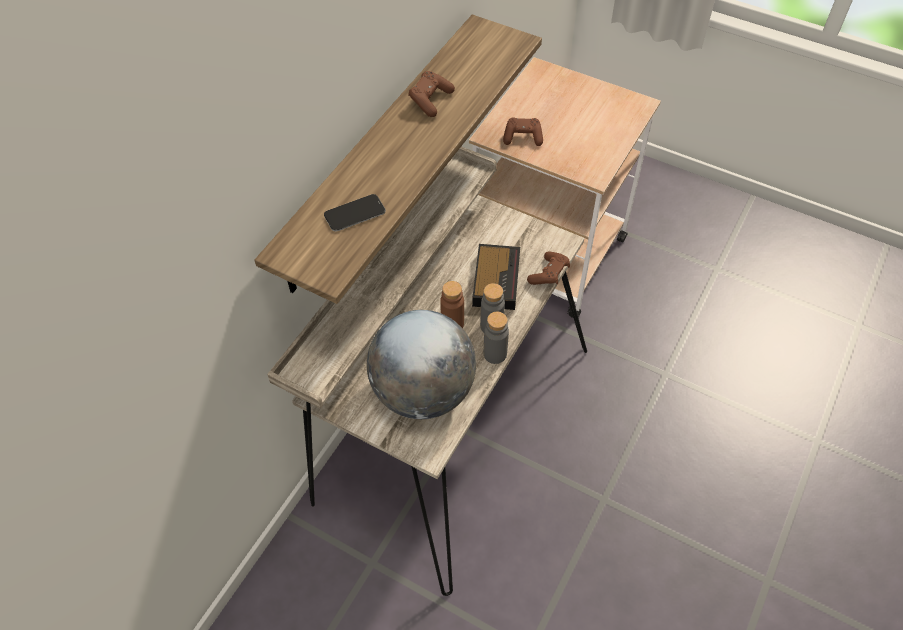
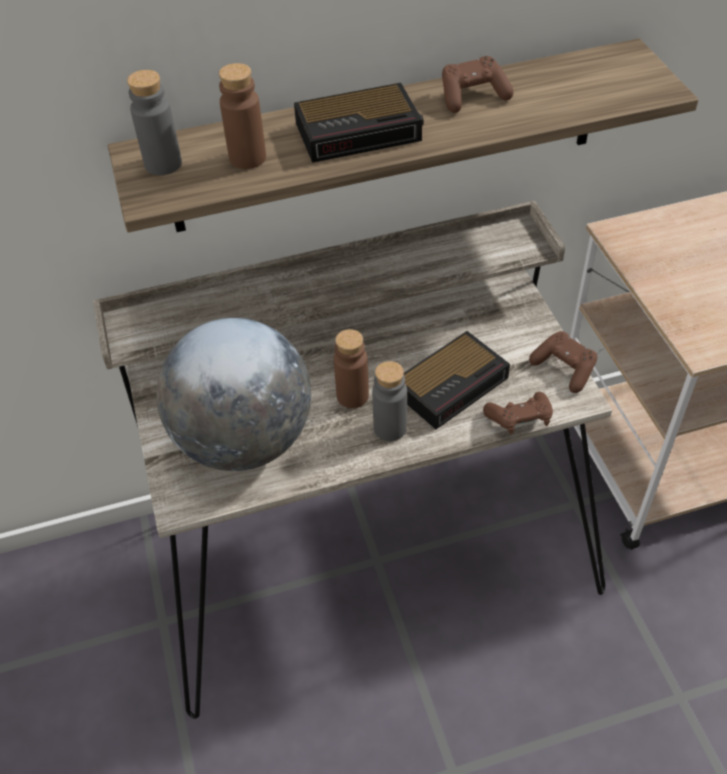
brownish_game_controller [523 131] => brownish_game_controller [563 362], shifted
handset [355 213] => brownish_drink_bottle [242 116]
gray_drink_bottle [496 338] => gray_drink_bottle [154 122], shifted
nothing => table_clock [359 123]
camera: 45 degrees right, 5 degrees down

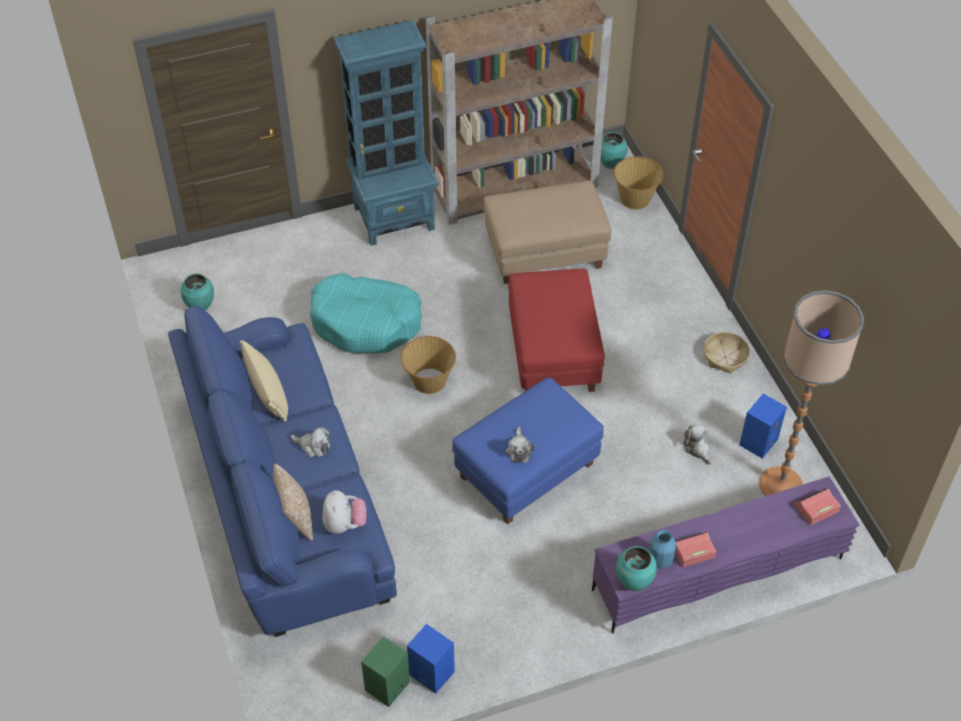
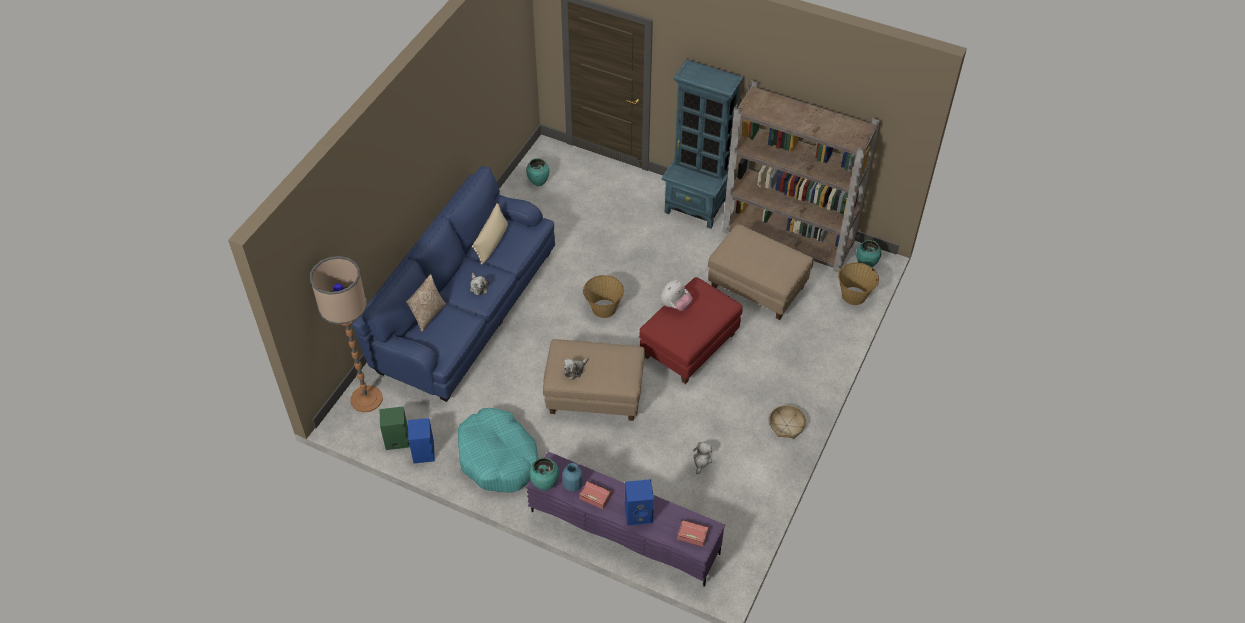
blue-green_pet_bed [366 313] => blue-green_pet_bed [498 450], shifted
standing_lamp [811 393] => standing_lamp [346 334], shifted
blue-coloured_ottoman [528 450] => sand-coloured_ottoman [594 380]
blue-coloured_loudspeaker [763 426] => blue-coloured_loudspeaker [639 502], shifted
cuddly_toy [344 512] => cuddly_toy [676 295], shifted
camera: 45 degrees right, 0 degrees up

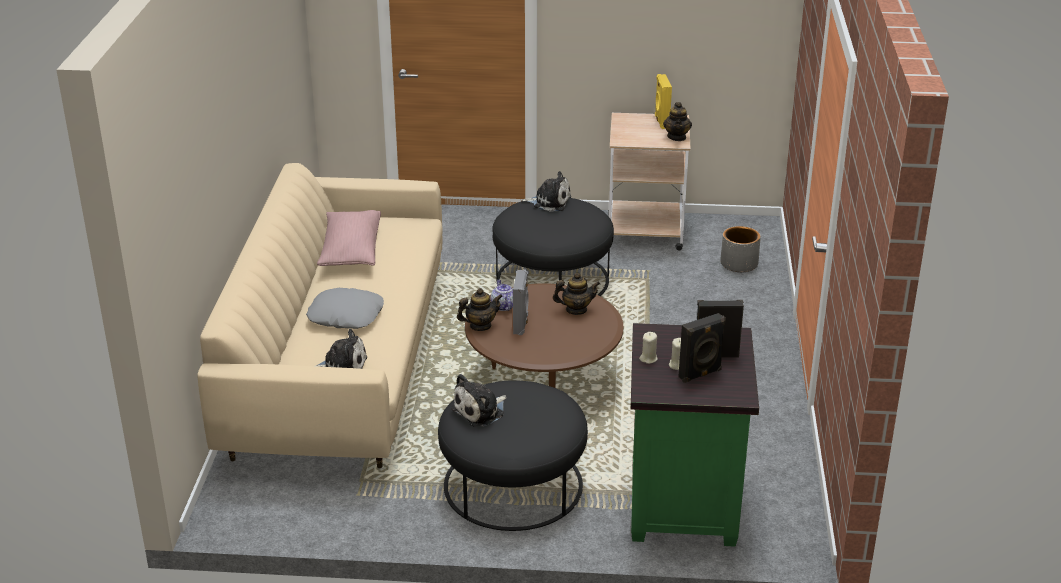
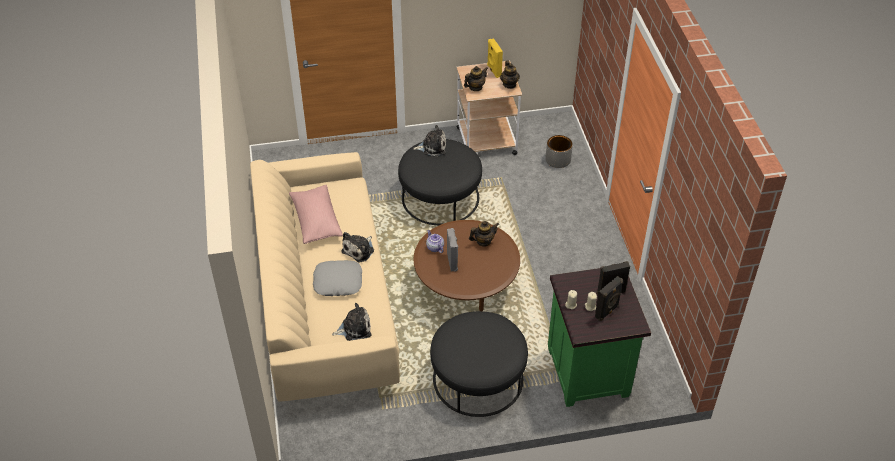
teapot [480 309] => teapot [476 78], shifted
cuddly_toy [479 400] => cuddly_toy [357 247], shifted
camera: 15 degrees left, 15 degrees up

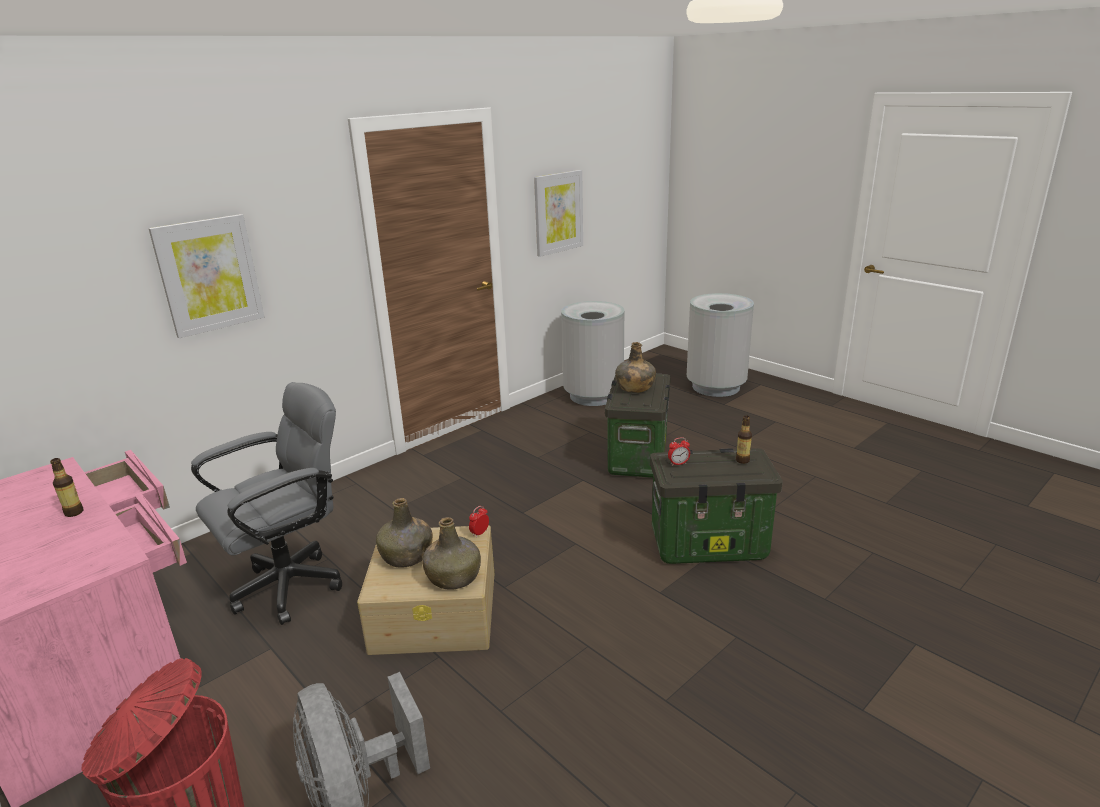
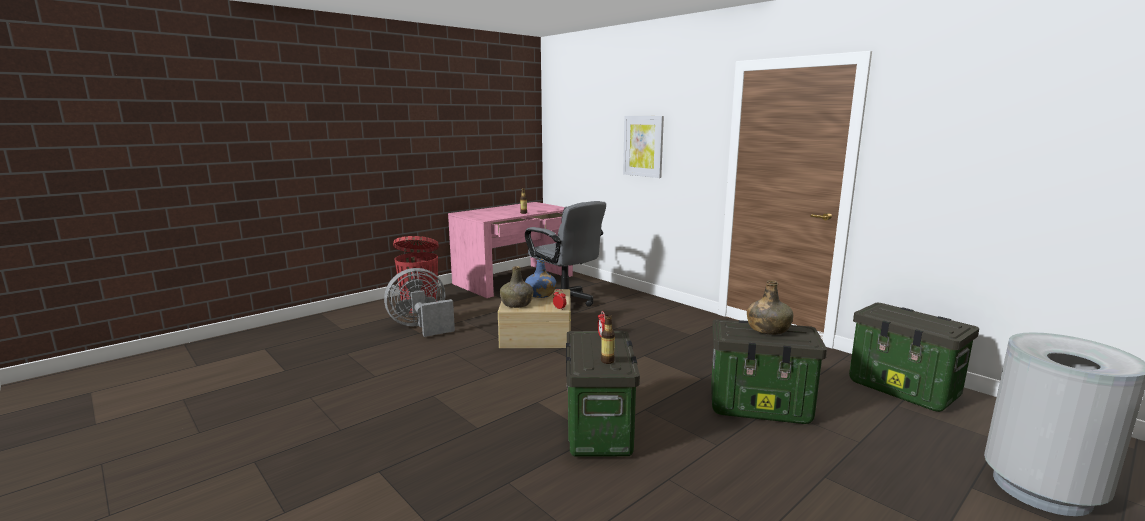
wall_art [558 213] => nothing
gray_rubbish_bin [592 353] => storage_container [914 357]
green-coloured_drink_bottle [404 533] => blue-coloured_drink_bottle [540 278]
camera: 90 degrees right, 10 degrees down

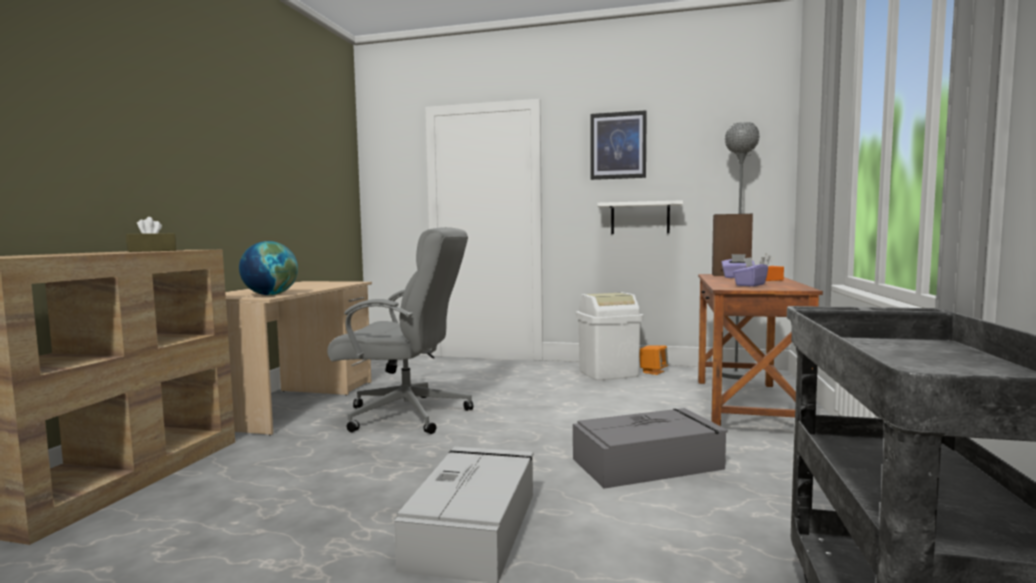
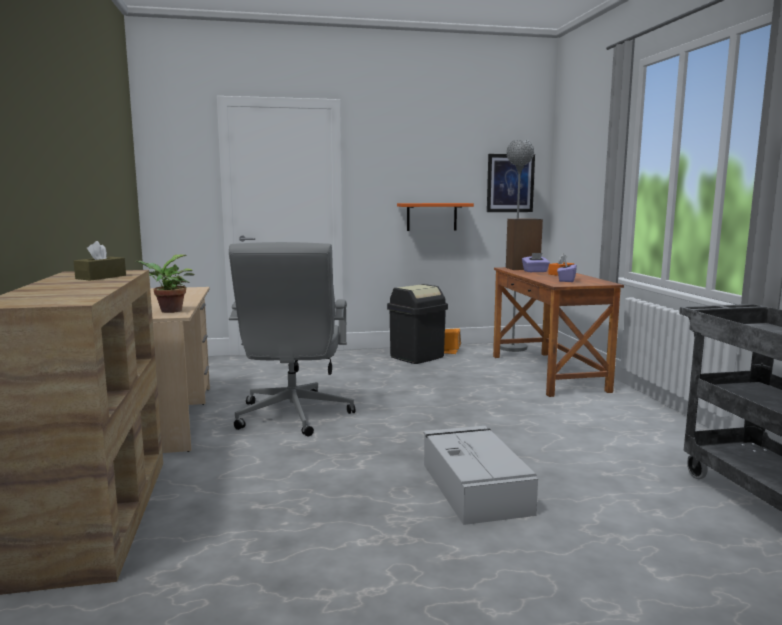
wall_art [618 145] => wall_art [511 183], shifted
white-coloured_shelf [640 217] => orangey_shelf [435 217]
gray_desk_chair [400 330] => gray_desk_chair [292 339], 105 degrees clockwise
globe [268 268] => houseplant [164 284]
white-coloured_rubbish_bin [609 336] => black-coloured_rubbish_bin [417 324]
gray_storage_container [650 448] => nothing
camera: 25 degrees left, 5 degrees up

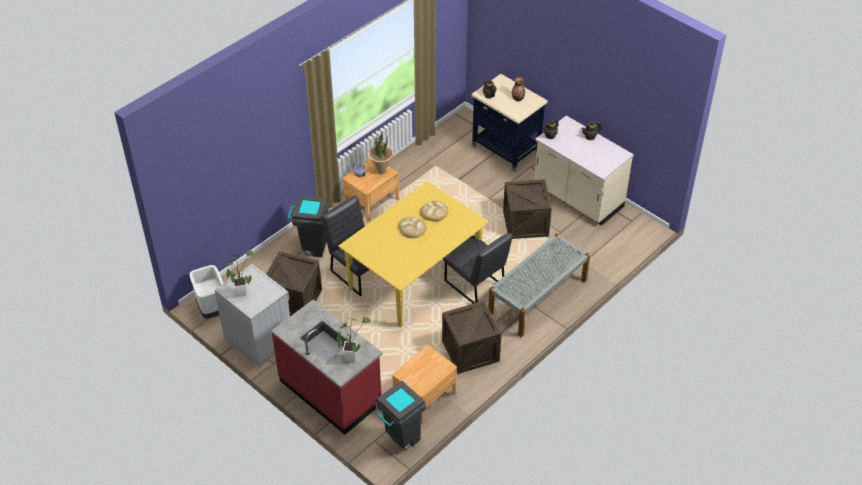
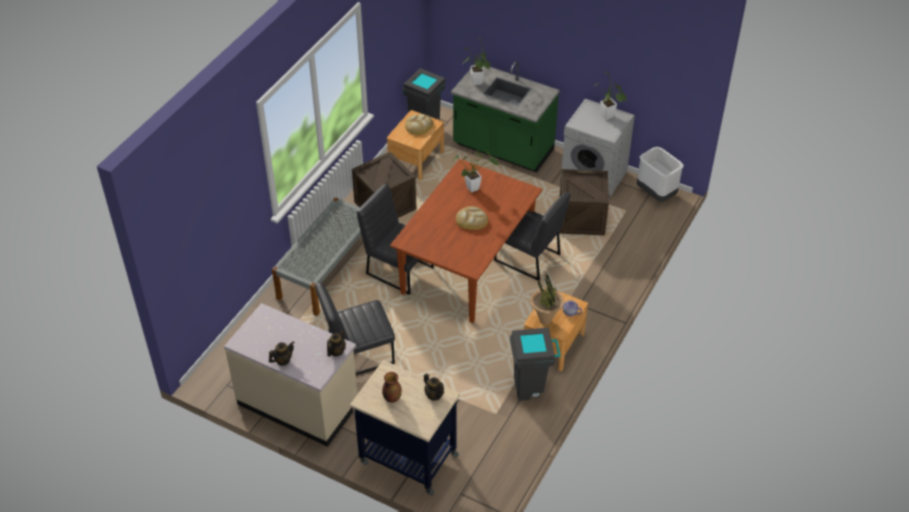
crate [527 209] => gray_chair [355 329]
yellowish_kitchen_table [413 254] => brownish_kitchen_table [466 241]
gray_rubbish_bin [308 226] => gray_rubbish_bin [535 364], shifted
baked_bread [434 211] => baked_bread [419 124], shifted
red-coloured_kitchen_counter [327 367] => green-coloured_kitchen_counter [505 117]
nothing => houseplant [475 171]
camera: 165 degrees right, 0 degrees up

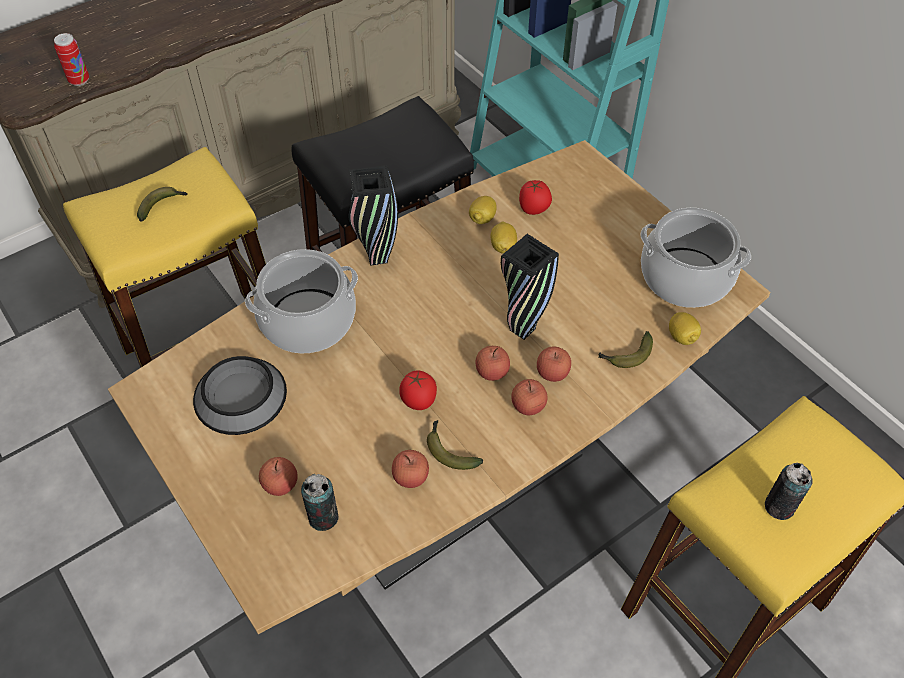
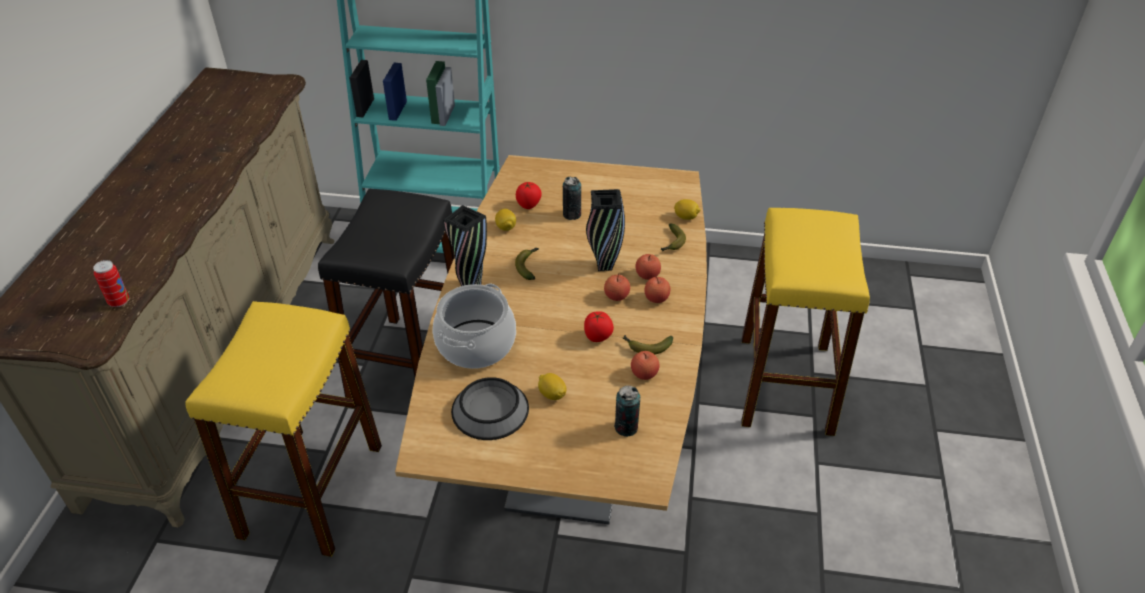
whole_banana [162 204] => whole_banana [527 264], shifted
stockpot [695 258] => nothing
whole_lemon [504 237] => whole_lemon [552 386], shifted
apple_fruit [278 476] => nothing
metal_can [789 491] => metal_can [572 198], shifted
camera: 45 degrees left, 10 degrees down

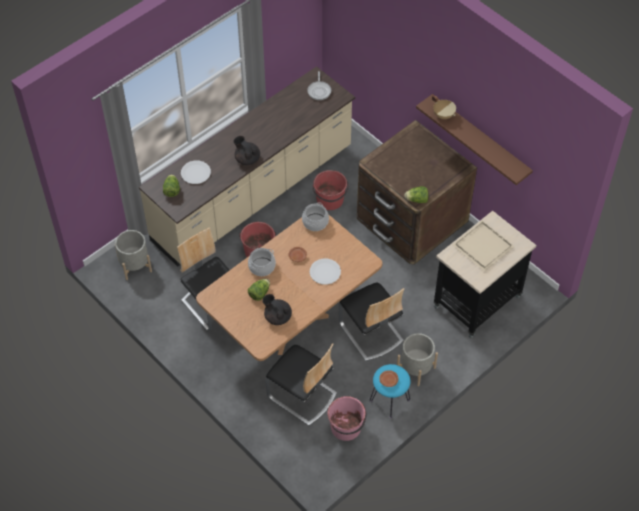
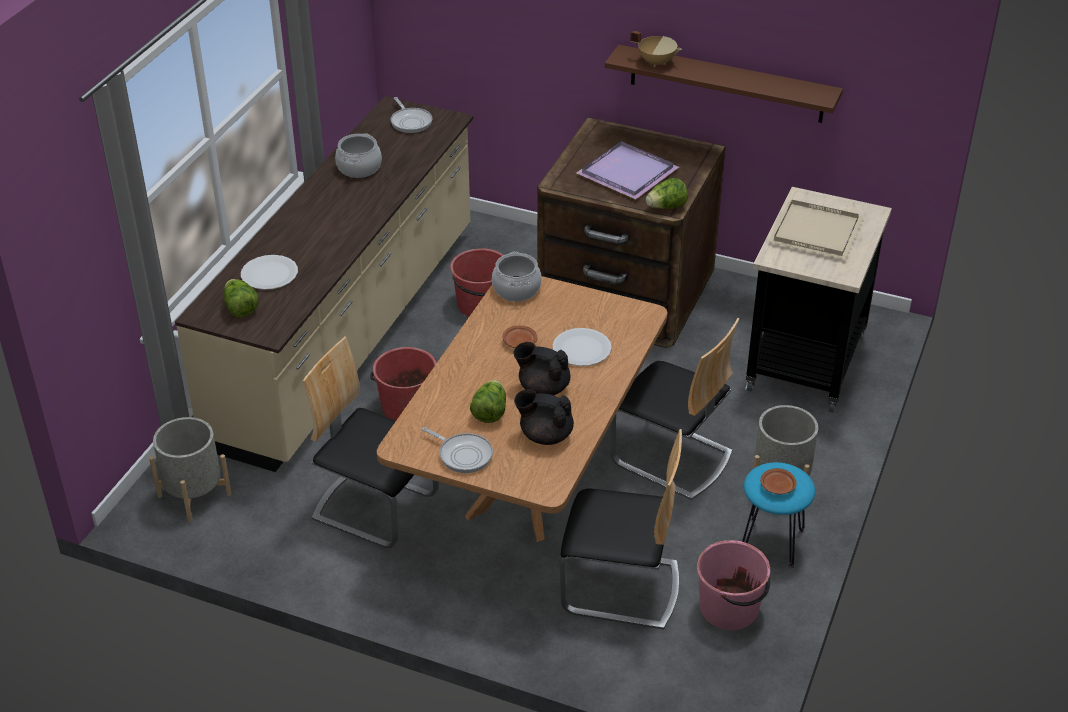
black-coloured_teapot [246 150] => black-coloured_teapot [542 368], shifted
stockpot [262 262] => stockpot [358 155], shifted
nothing => purple_tray [627 170]
nothing => frying_pan [457 450]
camera: 25 degrees left, 15 degrees down

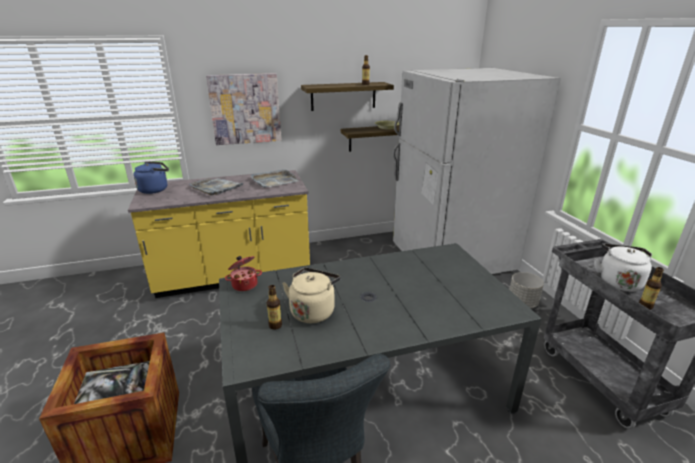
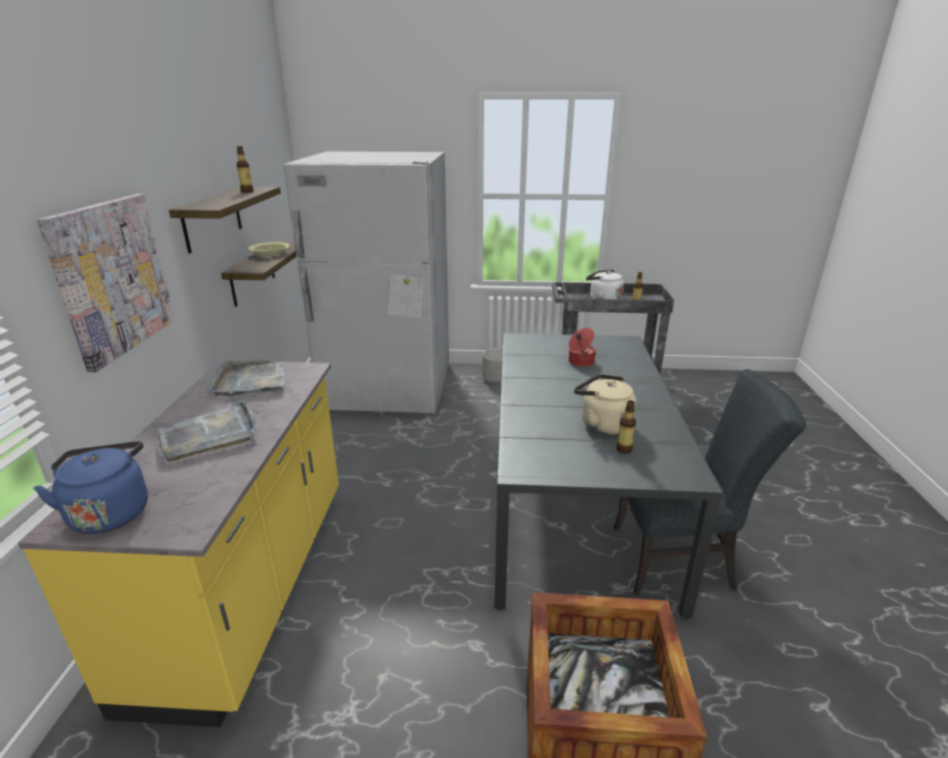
stockpot [243 273] => stockpot [583 347], shifted
camera: 70 degrees left, 0 degrees up

